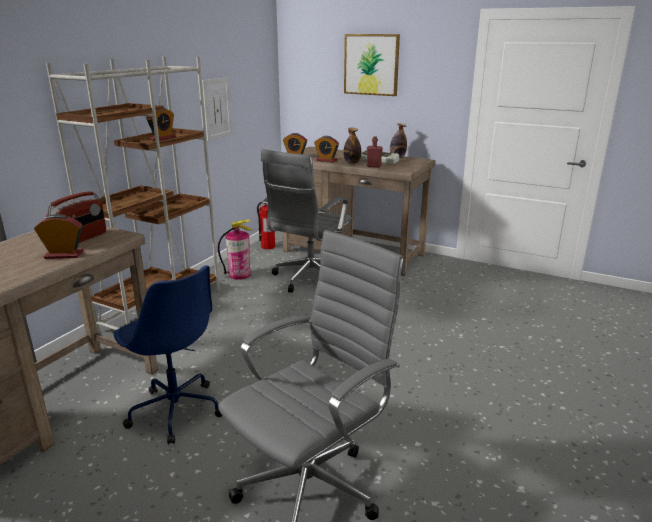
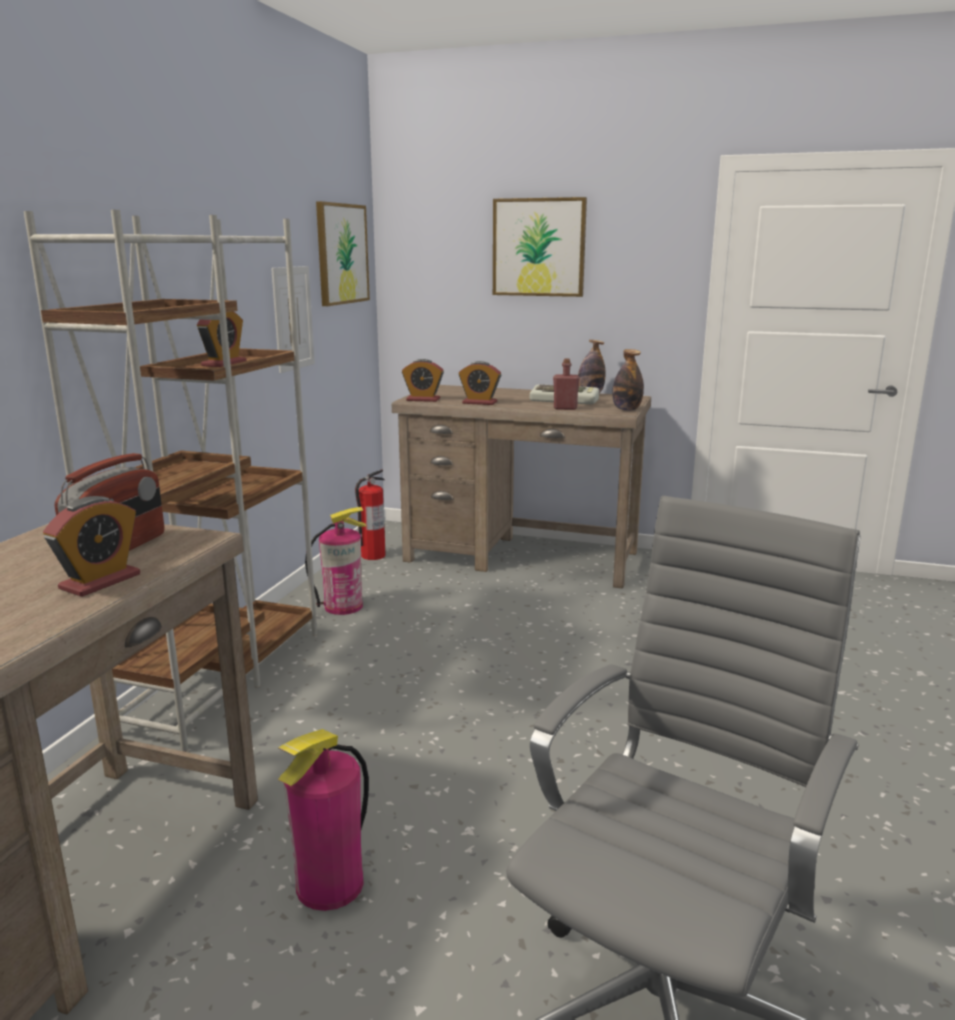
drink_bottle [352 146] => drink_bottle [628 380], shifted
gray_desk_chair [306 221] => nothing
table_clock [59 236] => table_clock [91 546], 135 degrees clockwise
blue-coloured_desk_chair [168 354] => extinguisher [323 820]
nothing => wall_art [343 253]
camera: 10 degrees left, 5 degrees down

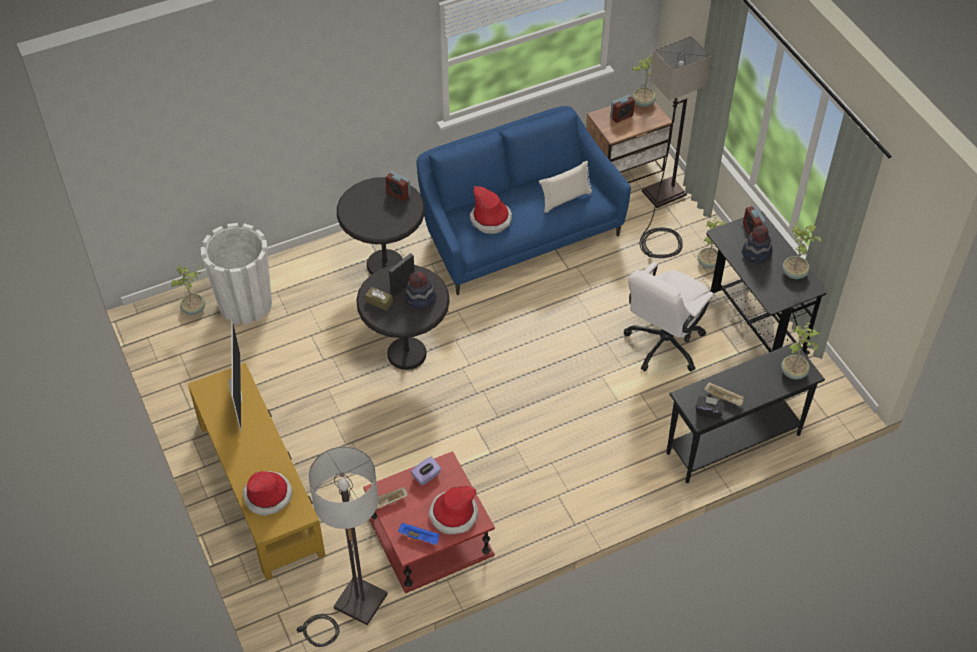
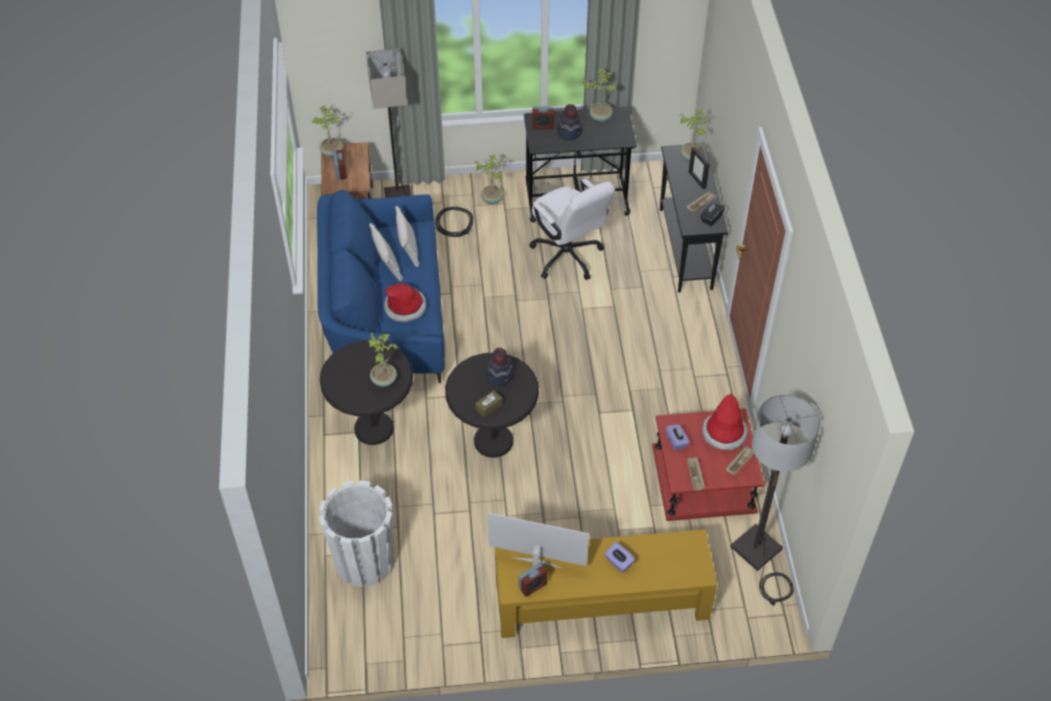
table_clock [398 186] => table_clock [533 580], shifted
picture_frame [402 275] => picture_frame [699 167], shifted
houseplant [188 290] => houseplant [383 359], shifted
hat [267 493] => nothing
blue-coloured_tray [418 534] => sand-coloured_tray [740 460]
nothing => white-coloured_pillow [386 252]
nothing => purple_box_of_tissues [620 557]
camera: 70 degrees left, 0 degrees up

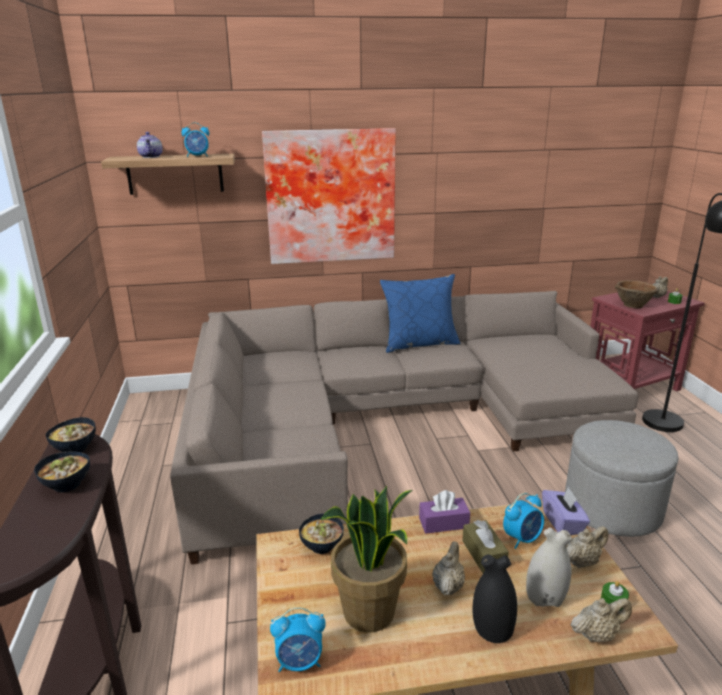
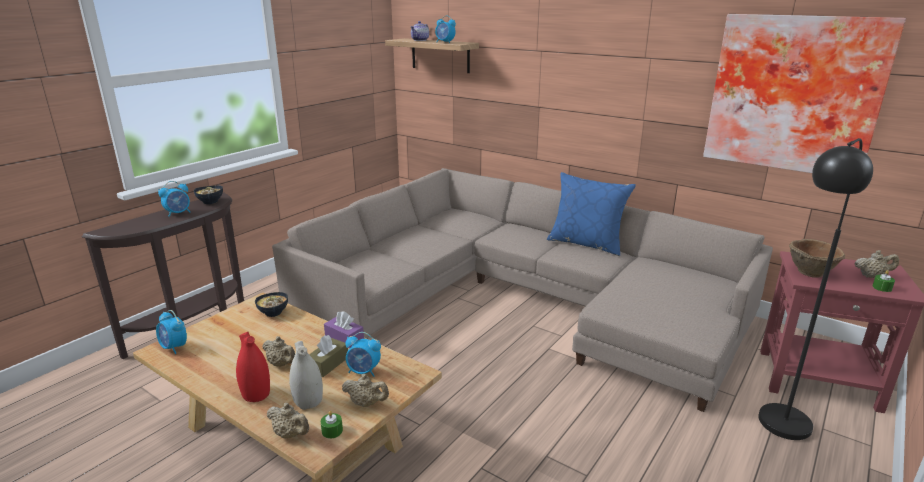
wall_art [329 196] => wall_art [804 93], shifted
gray_ottoman [622 478] => nothing
serving_bowl [62 471] => table_clock [174 199]
houseplant [366 559] => nothing
purple_box_of_tissues [566 511] => nothing
sand-coloured_teapot [448 568] => sand-coloured_teapot [278 351], 60 degrees clockwise
black-coloured_flower_vase [494 599] => red-coloured_flower_vase [253 367]
camera: 45 degrees right, 0 degrees up

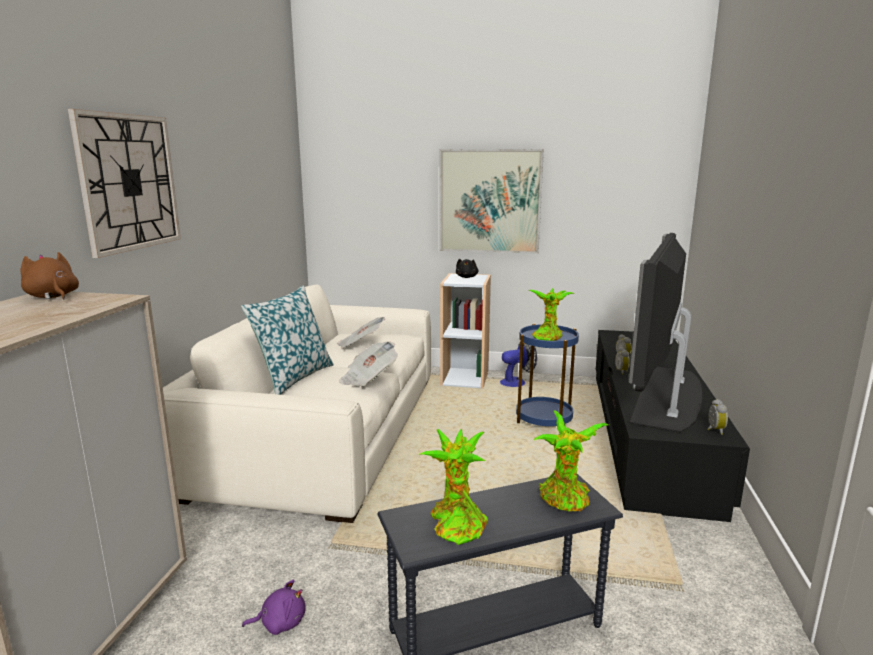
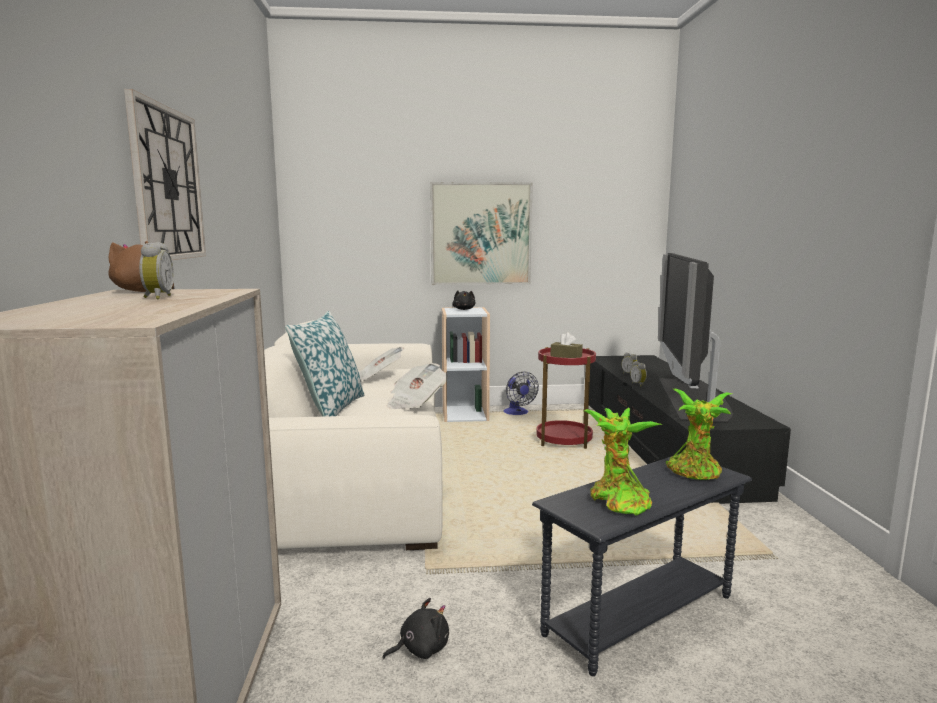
houseplant [551 314] => brownish_box_of_tissues [566 345]
blue-coloured_end_table [547 375] => red-coloured_end_table [566 398]
fan [518 365] => fan [521 393], 105 degrees clockwise
table_clock [717 417] => table_clock [156 270], shifted
purple_cuddly_toy [274 607] => black-coloured_cuddly_toy [416 628]
camera: 15 degrees left, 5 degrees down

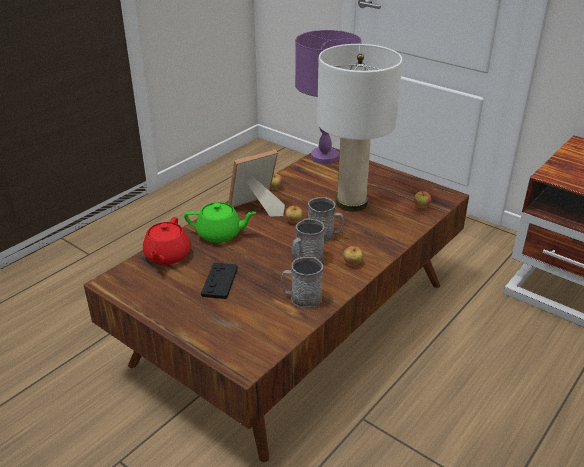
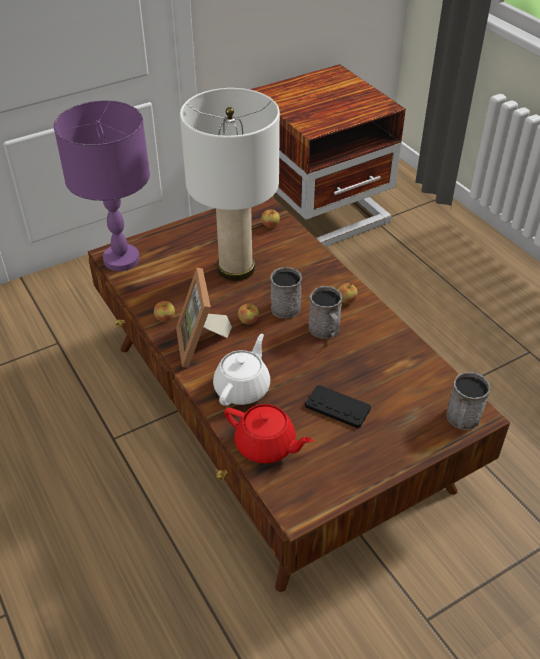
green-coloured_teapot [220 222] => white-coloured_teapot [241 370]
gray_mug [302 282] => gray_mug [468 401], shifted
camera: 70 degrees left, 10 degrees up

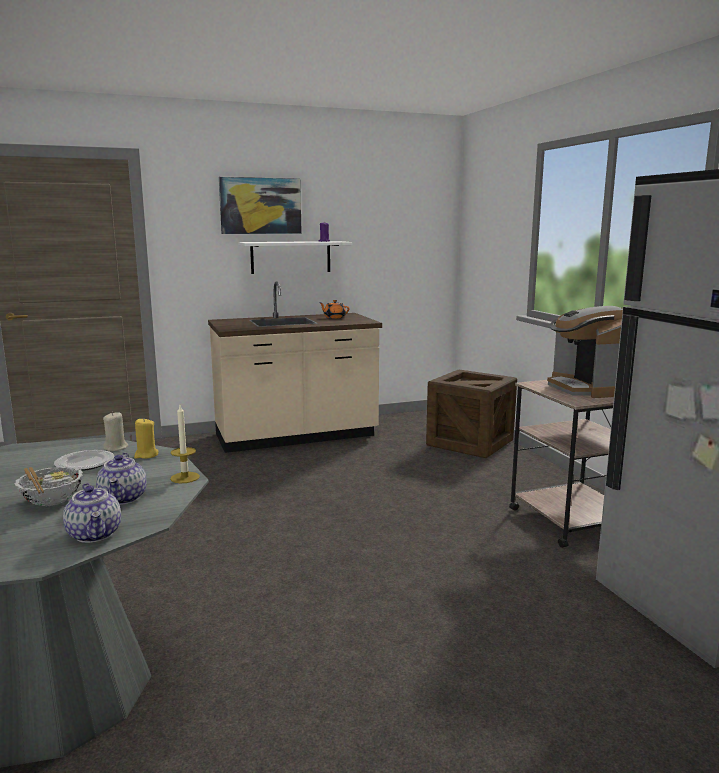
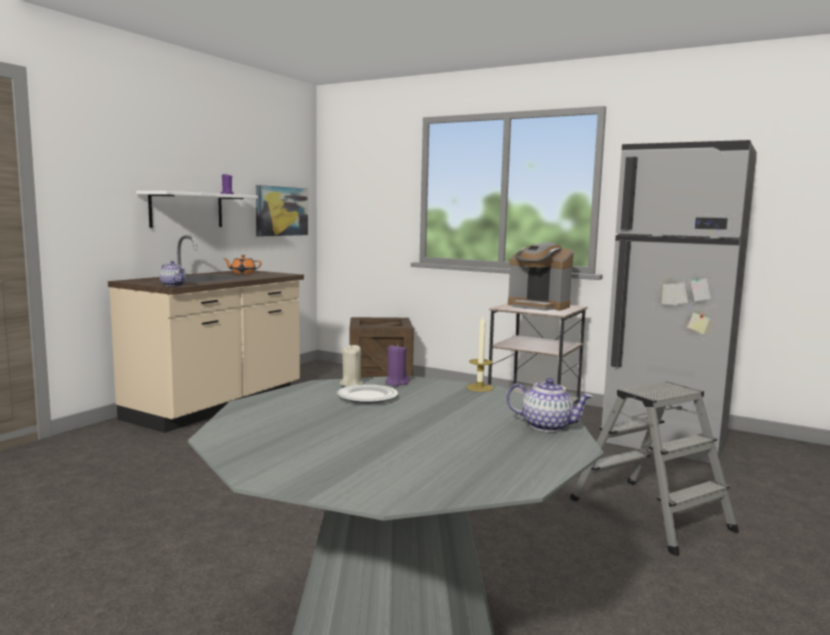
wall_art [260 205] => wall_art [281 210], shifted
yellowish_wax_light [146 438] => purple_wax_light [397 364]
teapot [121 479] => teapot [172 273], shifted
serving_bowl [48 486] => nothing
nothing => gray_step_stool [654 468]
camera: 40 degrees left, 5 degrees down

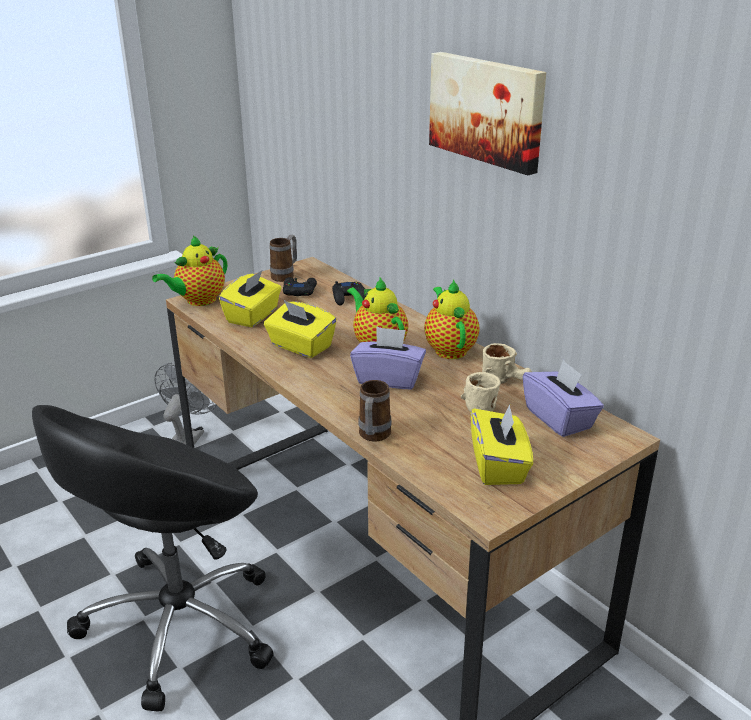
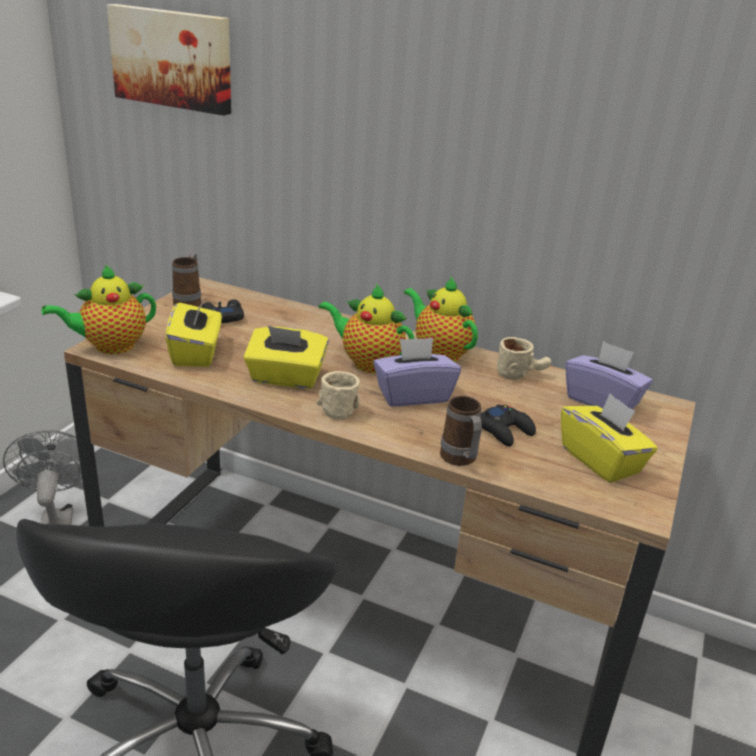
wall_art [487 113] => wall_art [169 60], shifted
teapot [189 271] => teapot [98 309], 45 degrees clockwise
black-coloured_game_controller [349 293] => black-coloured_game_controller [508 425], shifted
sand-coloured_mug [481 392] => sand-coloured_mug [338 395], shifted
camera: 30 degrees left, 0 degrees up

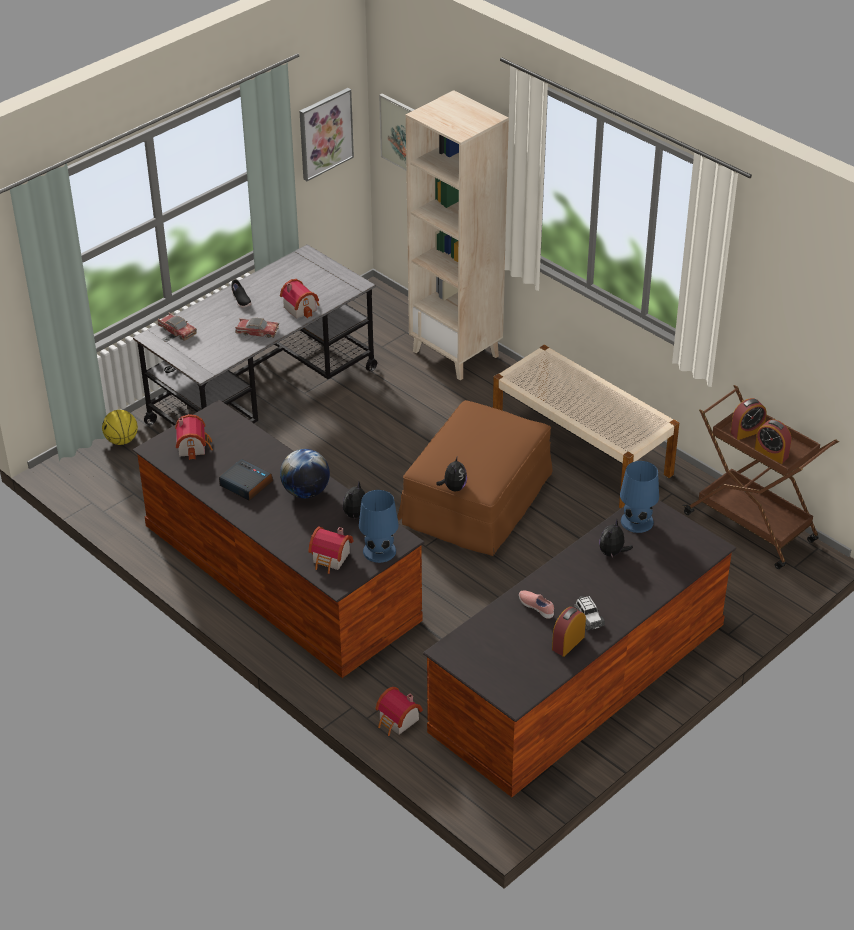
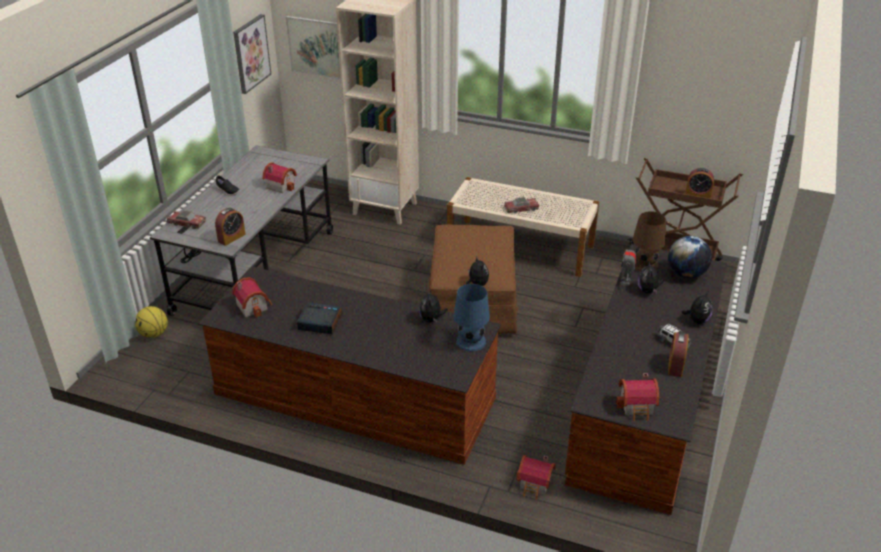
toy_car [257 328] => toy_car [522 205], shifted
table_clock [748 419] => table_clock [230 227], shifted
globe [305 473] => globe [690 257], shifted
blue-coloured_table_lamp [639 497] => brownish_table_lamp [649 241]
toy_house [330 550] => toy_house [637 397], shifted
pink-coloured_item_of_footwear [536 604] => nothing
nothing => robot_figure [628 263]
nothing => cuddly_toy [697 307]
camera: 25 degrees left, 5 degrees down

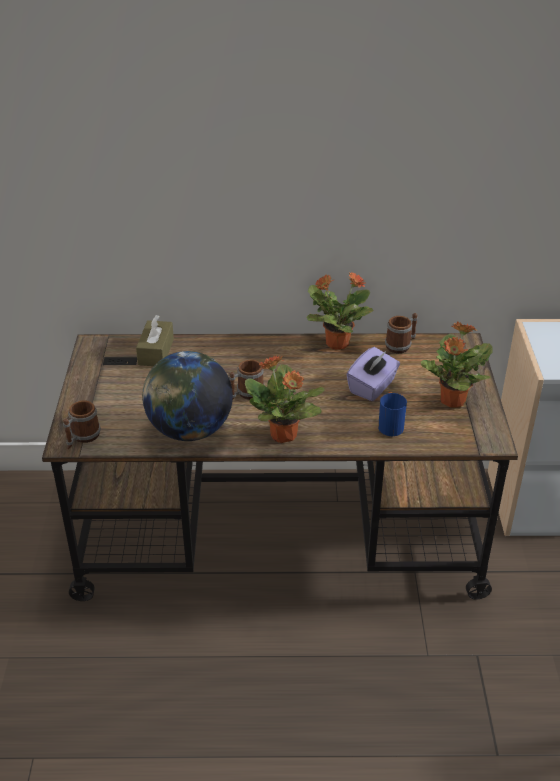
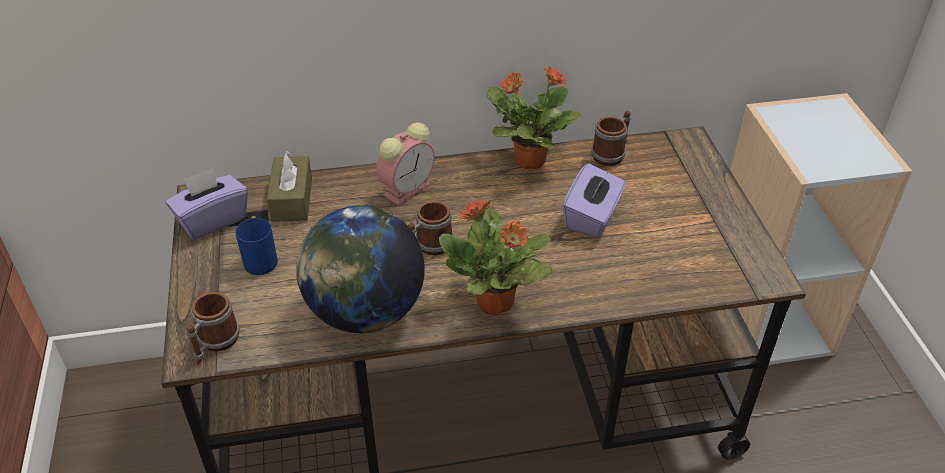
houseplant [457 365] => nothing
blue-coloured_mug [392 414] => blue-coloured_mug [256 245], shifted
nothing => table_clock [405 163]
nothing => purple_box_of_tissues [206 204]
camera: 10 degrees left, 5 degrees up

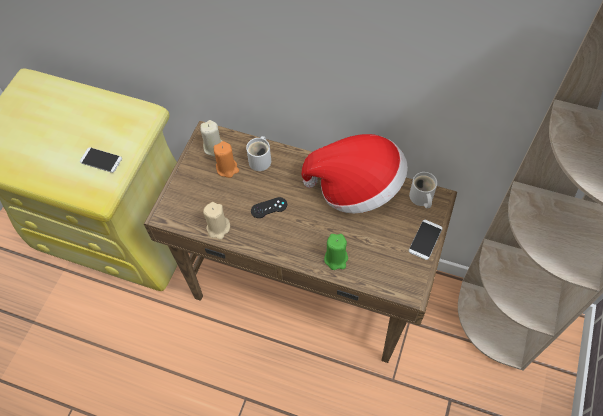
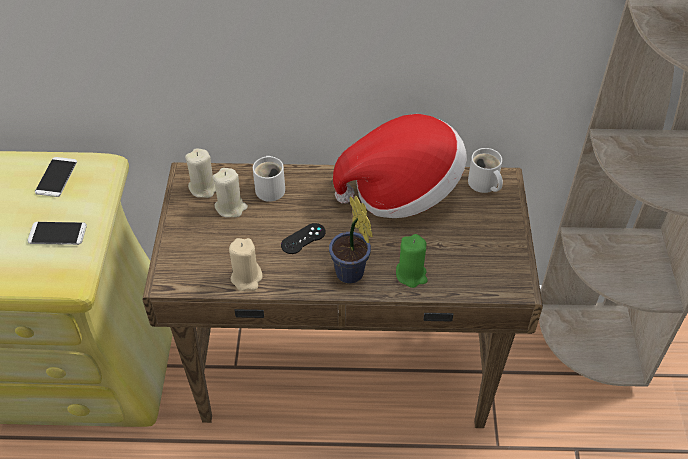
orangey_wax_light [226 159] => sand-coloured_wax_light [230 193]
handset [425 240] => handset [56 177], shifted
nothing => houseplant [351 239]
camera: 20 degrees left, 10 degrees down

